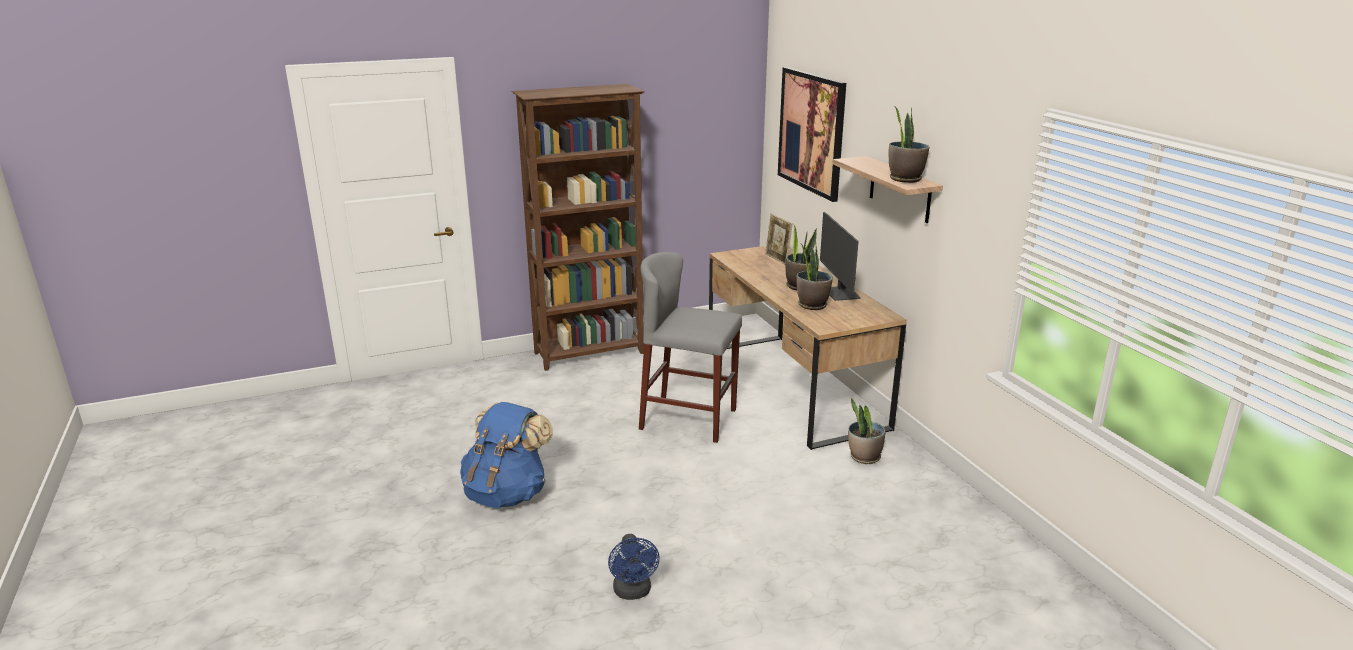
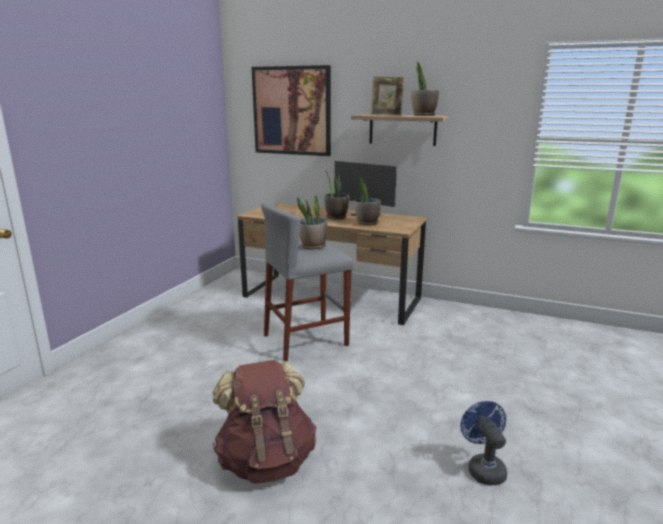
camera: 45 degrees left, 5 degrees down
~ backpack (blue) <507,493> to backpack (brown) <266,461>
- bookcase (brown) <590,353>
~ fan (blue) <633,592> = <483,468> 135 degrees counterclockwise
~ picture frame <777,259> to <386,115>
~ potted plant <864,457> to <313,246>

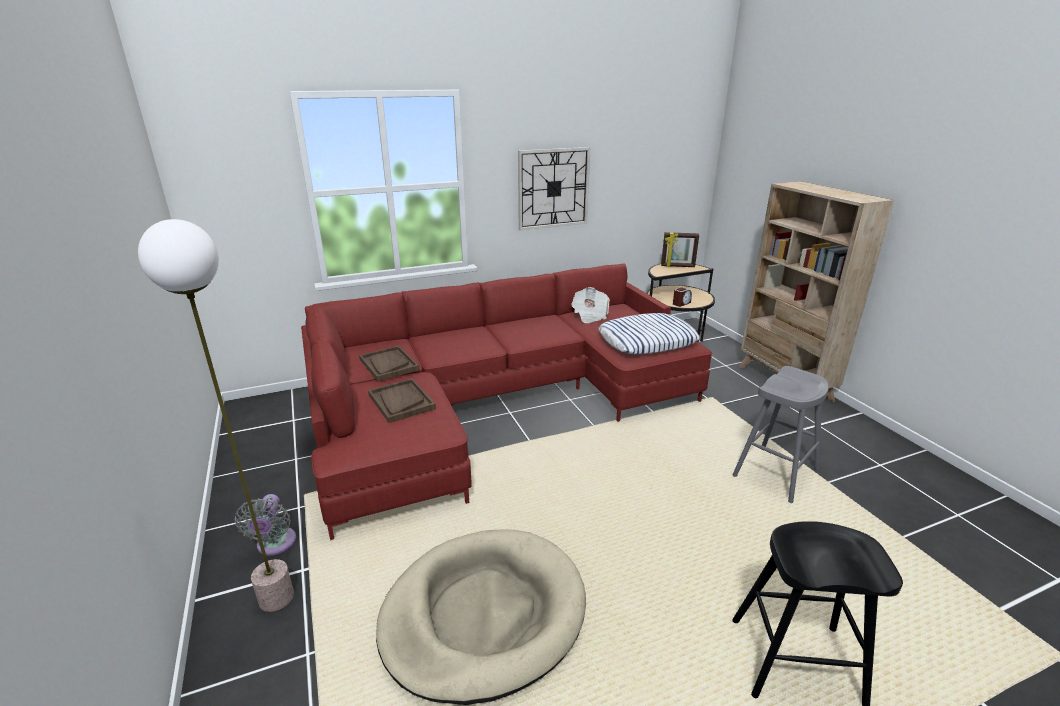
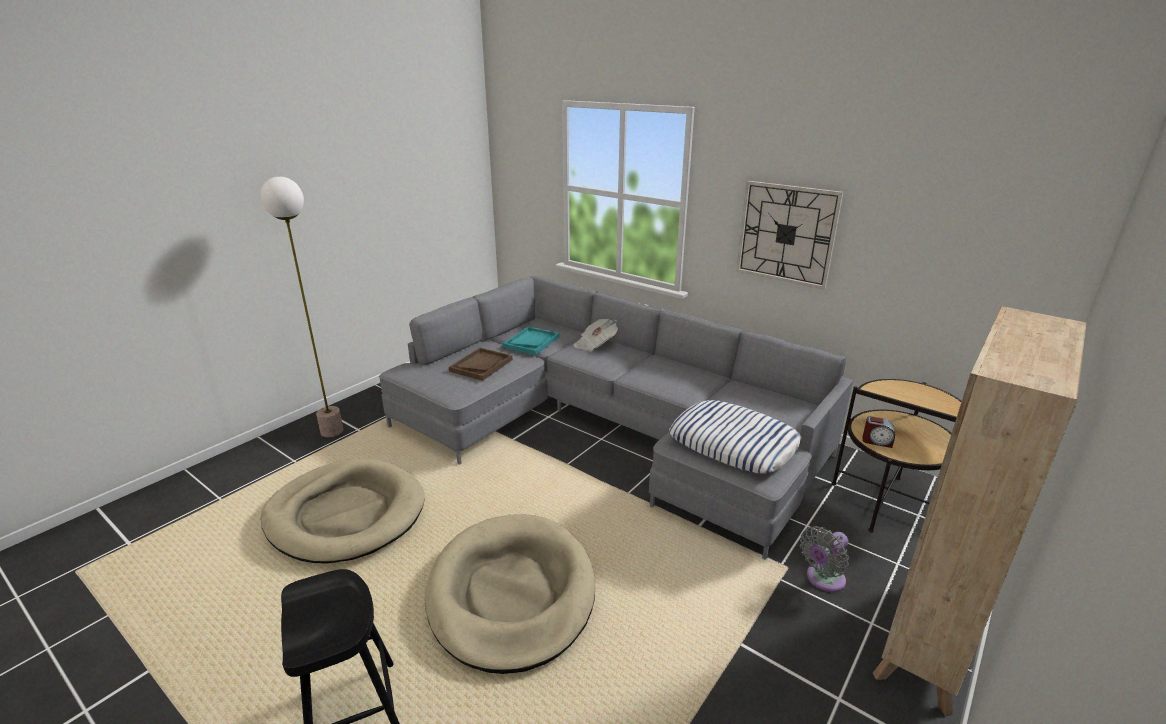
camera: 60 degrees right, 0 degrees up
~ fan (grey) <275,545> to <823,579>
~ sofa (red) <494,403> to sofa (grey) <608,426>
~ tray (brown) <388,364> to tray (turquoise) <531,342>
~ newspaper <590,315> to <595,345>
- picture frame <677,266>
- stool (grey) <776,472>
+ dog bed (beige) <512,594>

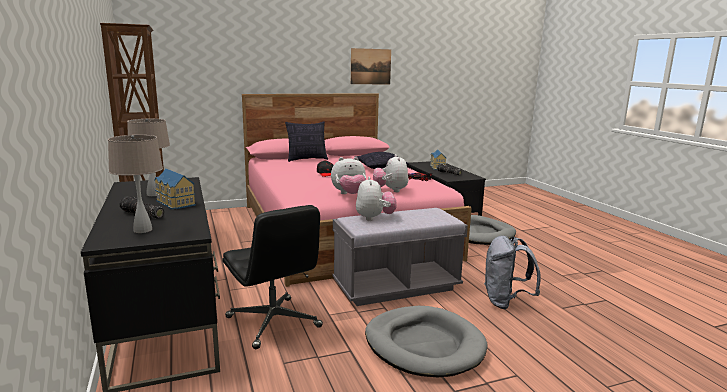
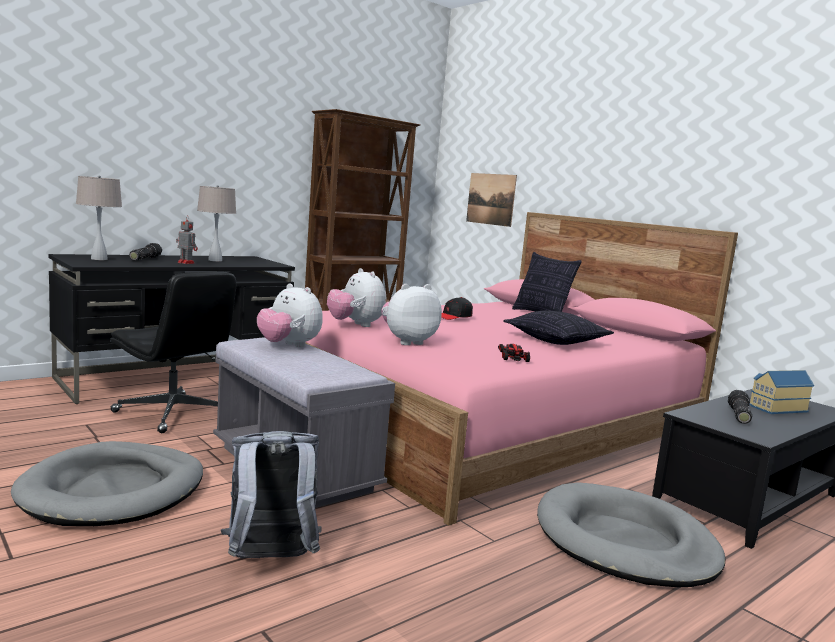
camera: 70 degrees right, 5 degrees down
~ toy house <174,203> to toy robot <185,262>
~ office chair (black) <274,323> = <173,414> 90 degrees counterclockwise
~ picture <370,66> to <491,199>
~ plush toy <374,218> = <288,346> 60 degrees clockwise

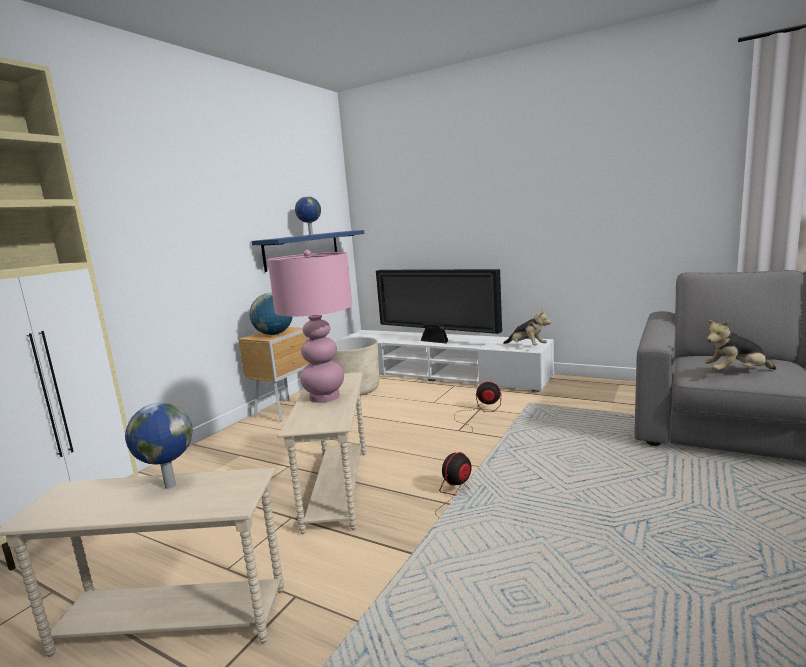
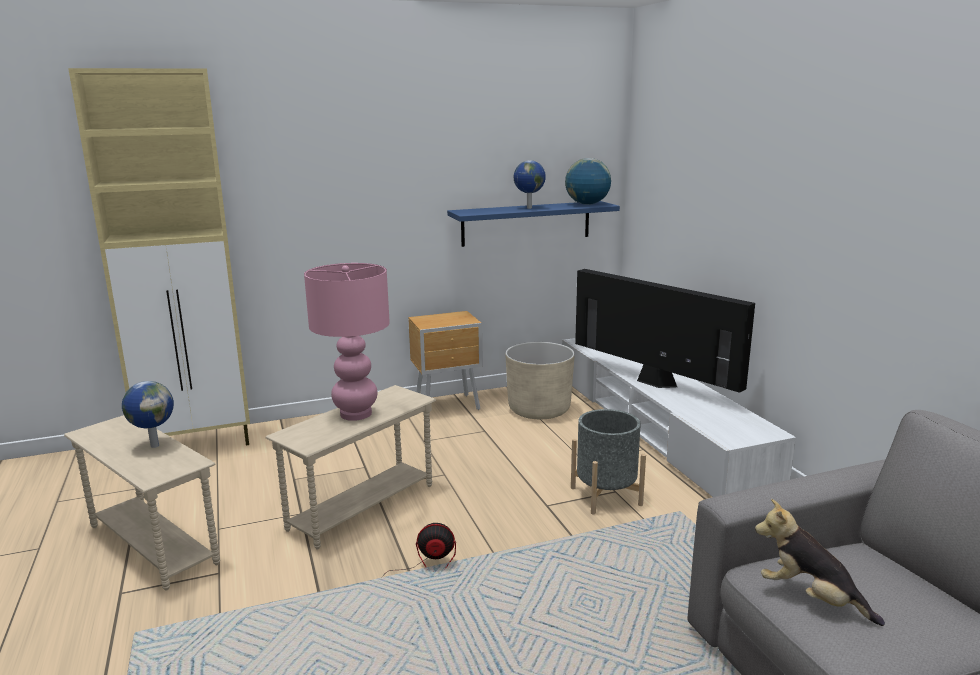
camera: 40 degrees right, 5 degrees up
~ globe <274,334> to <587,204>
~ television <437,341> = <653,382> 150 degrees clockwise
~ fan <480,412> to planter (grey) <606,496>
- plush toy <526,347>

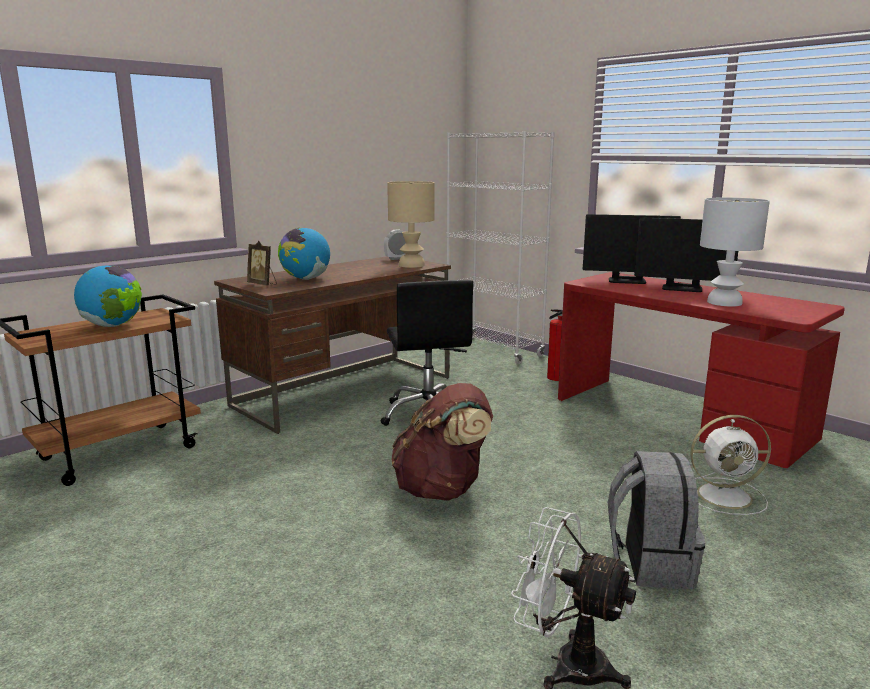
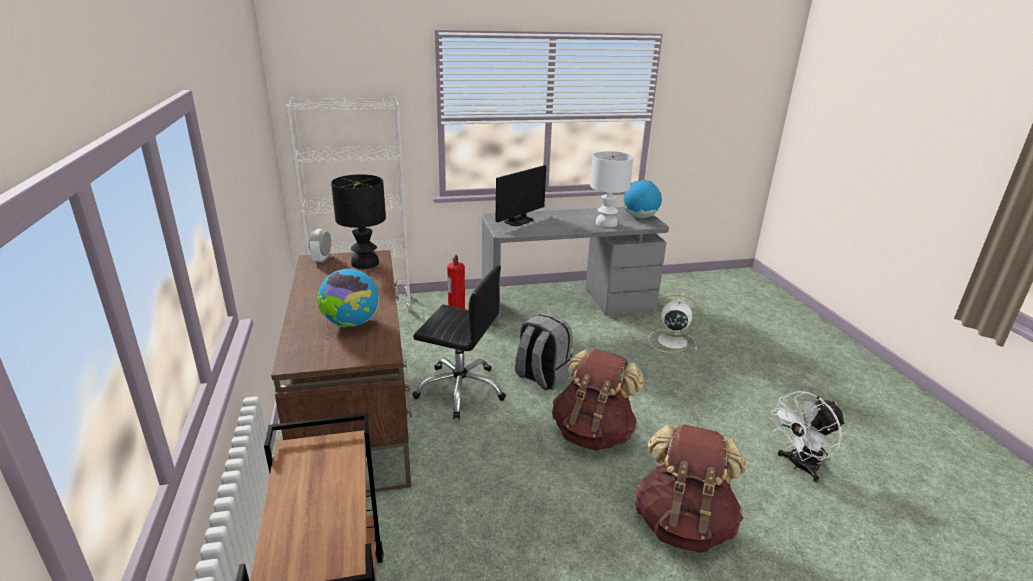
camera: 60 degrees left, 10 degrees up
~ globe <112,326> to <640,217>
- picture frame <263,284>
~ table lamp (beige) <411,265> to table lamp (black) <364,263>
~ desk (red) <679,418> to desk (grey) <567,304>
~ backpack (grey) <649,564> to <541,377>
- monitor <682,288>
~ fan (white) <726,496> = <670,341> 105 degrees counterclockwise
+ backpack (brown) <683,524>

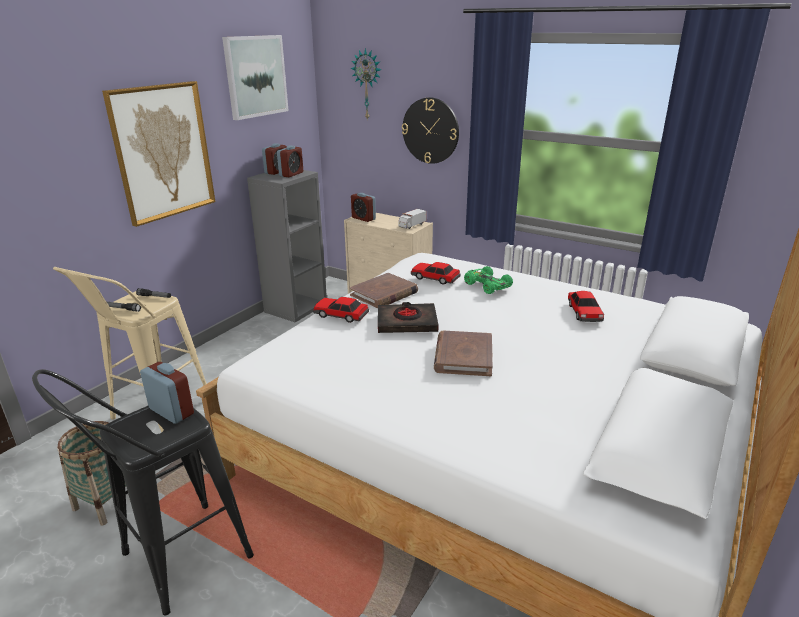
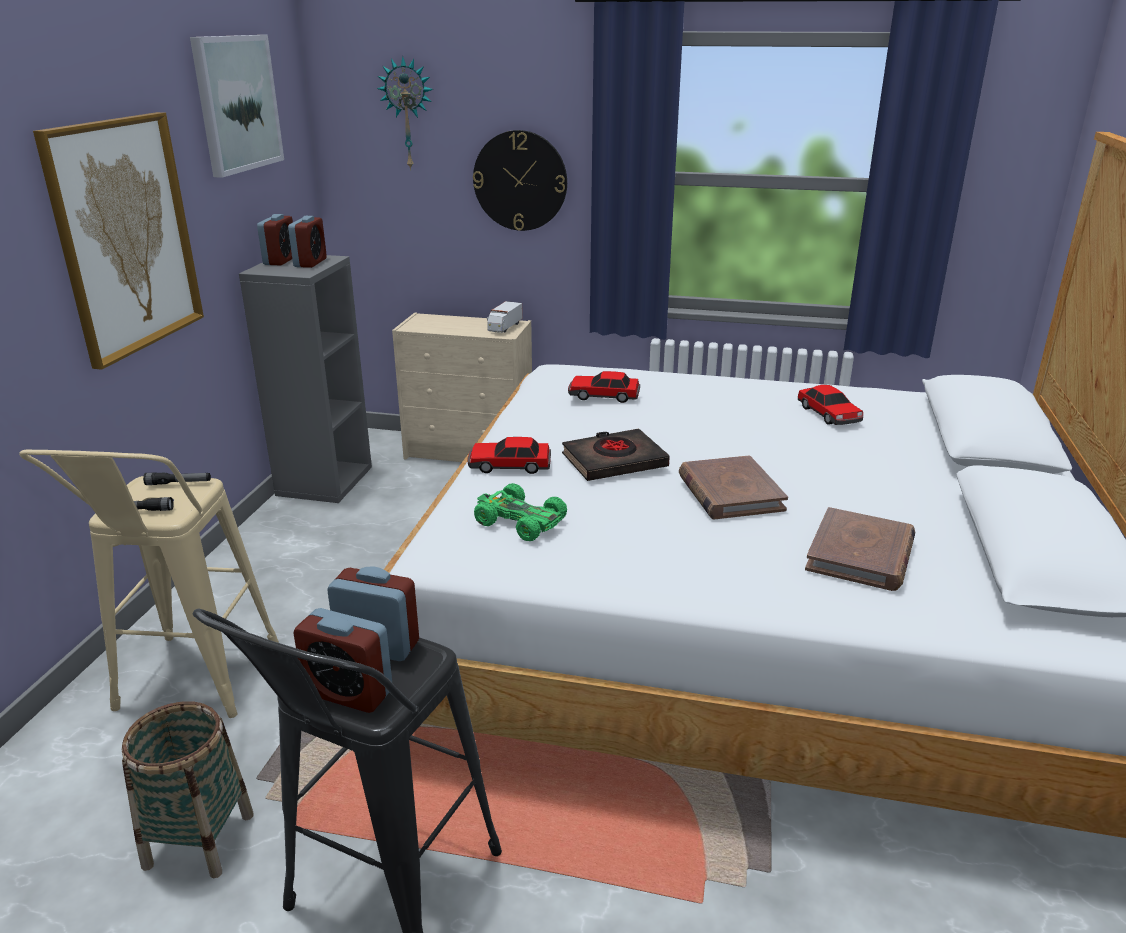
camera: 20 degrees left, 0 degrees up
~ book (brown) <384,294> to <860,554>
~ alarm clock <363,218> to <348,692>
~ toy car (green) <486,285> to <519,521>

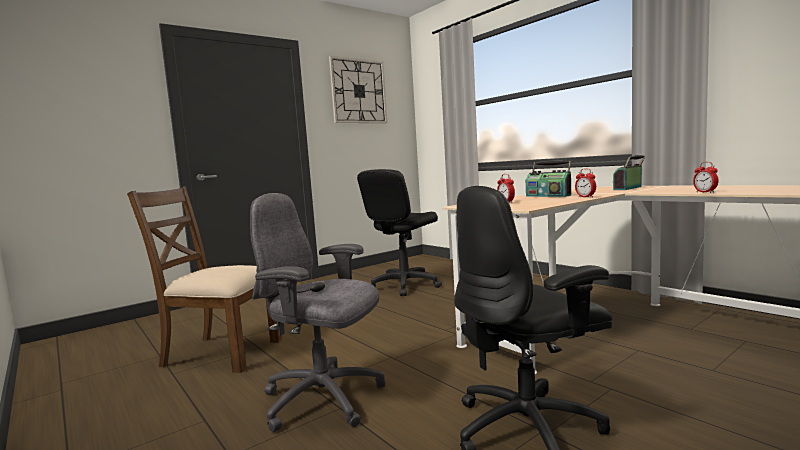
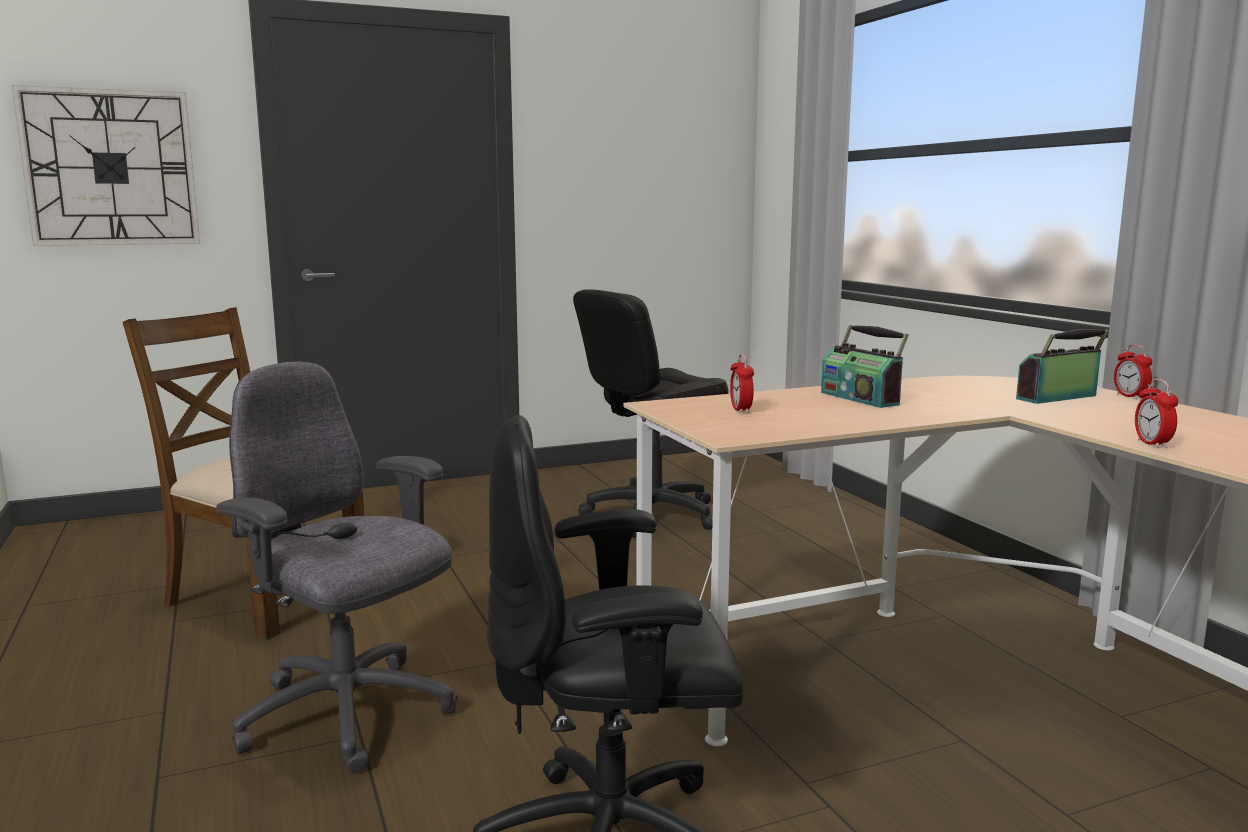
camera: 15 degrees right, 5 degrees up
~ wall clock <358,91> to <111,168>
~ alarm clock <585,197> to <1130,396>

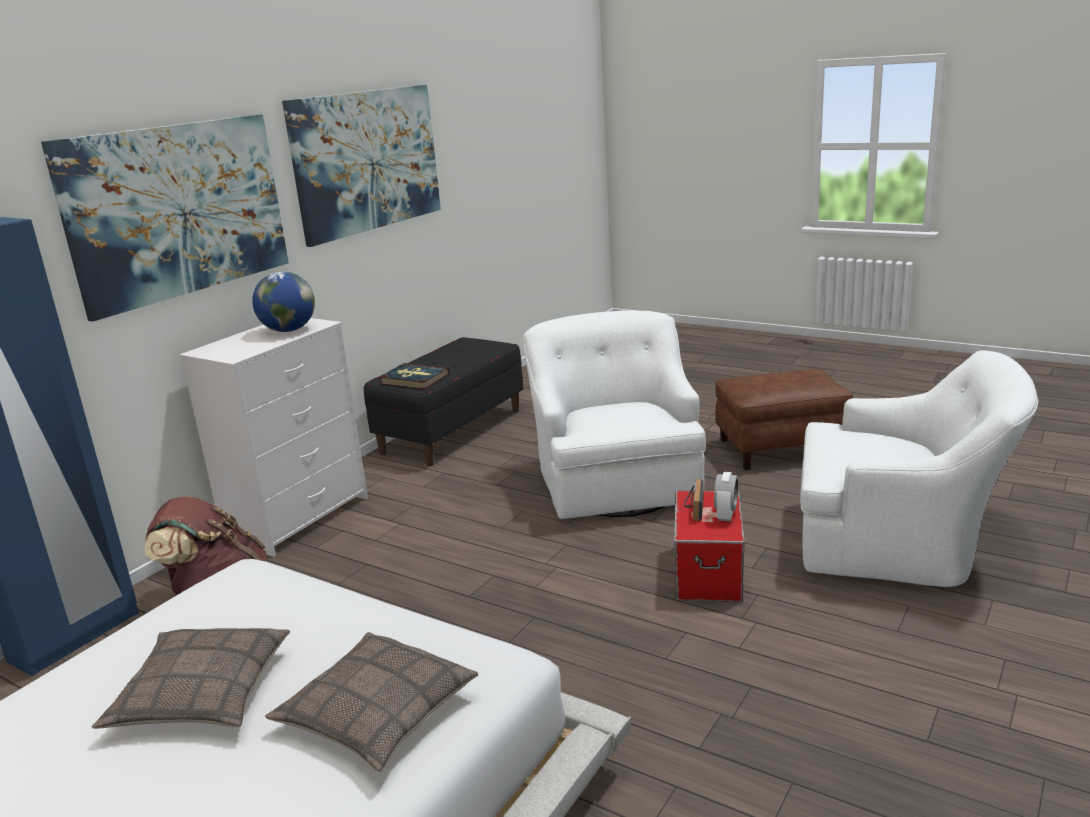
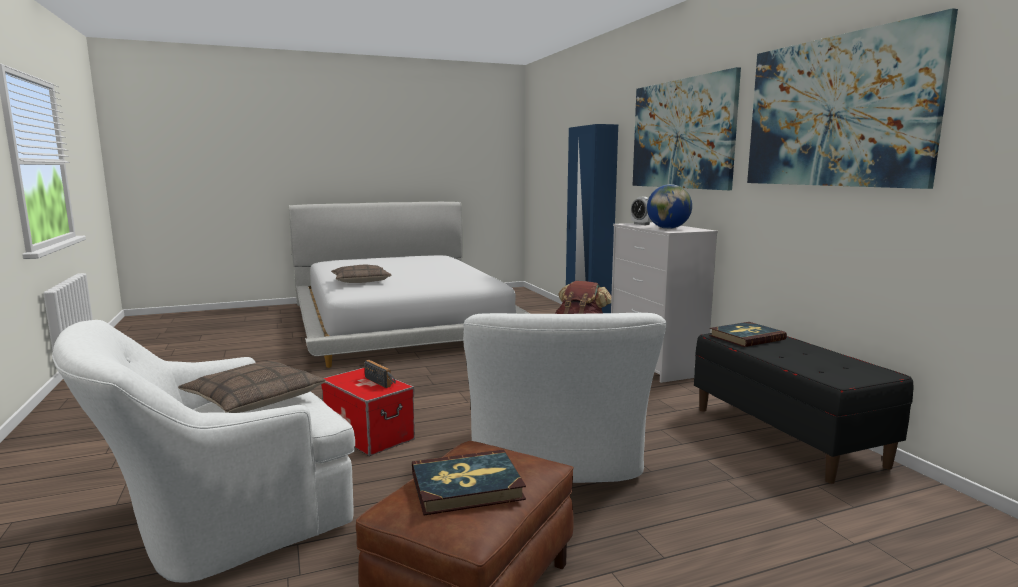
camera: 125 degrees right, 10 degrees down
~ pillow <202,694> to <254,399>
~ armchair (white) <616,481> = <555,461> 60 degrees clockwise
~ alarm clock <726,515> to <641,224>
+ book <466,486>

